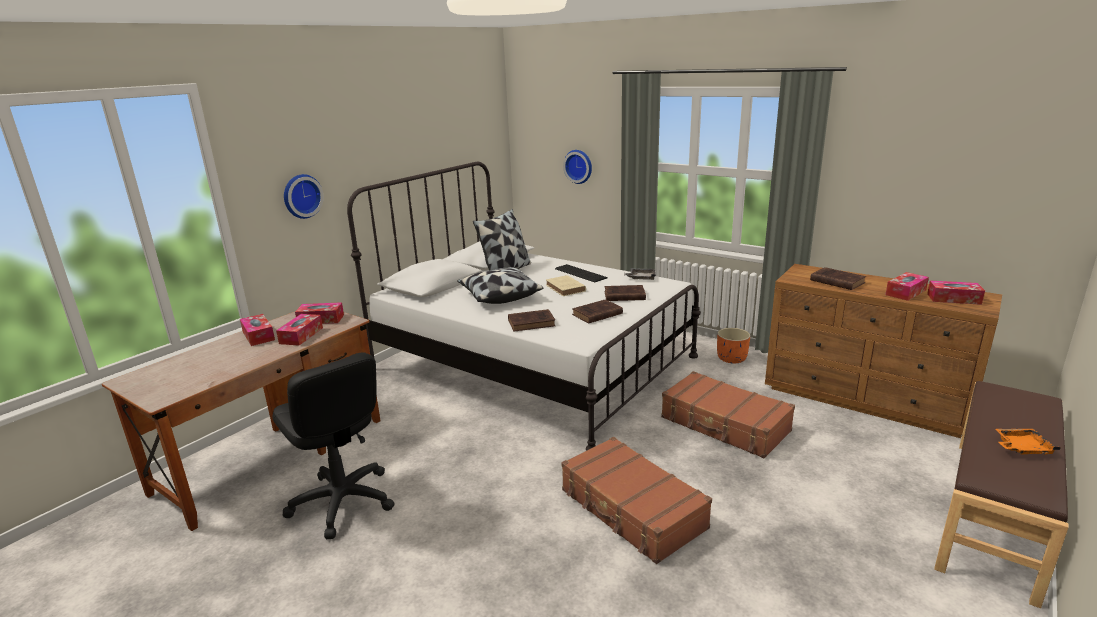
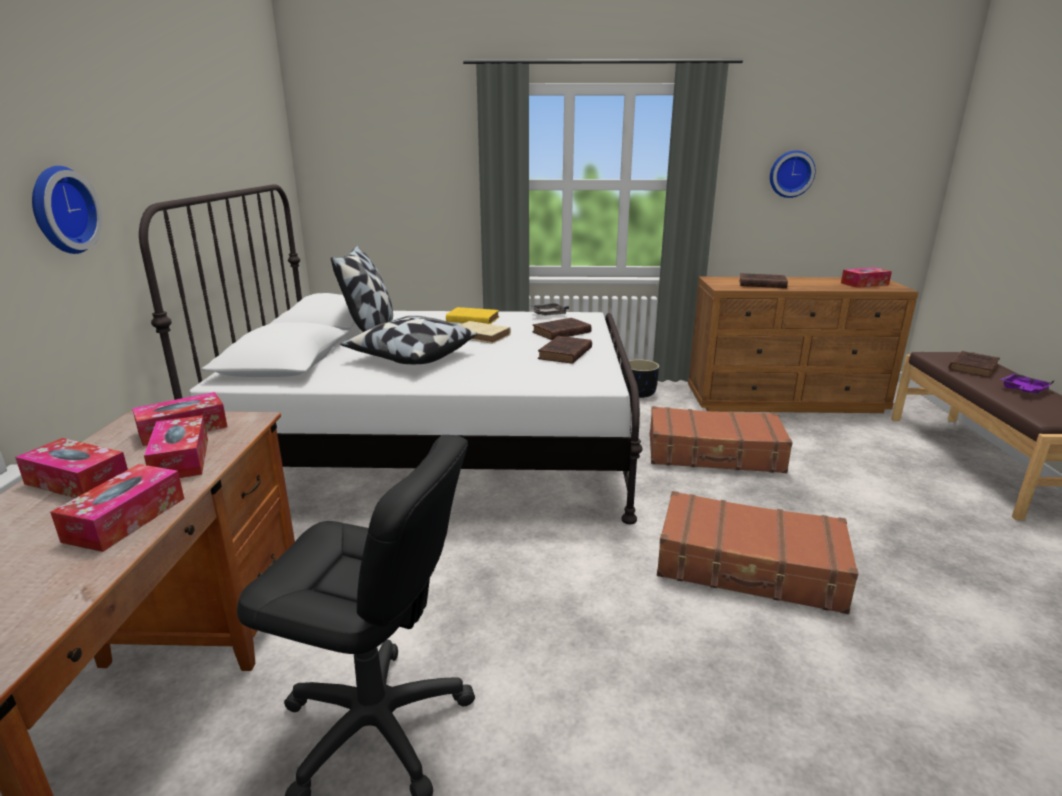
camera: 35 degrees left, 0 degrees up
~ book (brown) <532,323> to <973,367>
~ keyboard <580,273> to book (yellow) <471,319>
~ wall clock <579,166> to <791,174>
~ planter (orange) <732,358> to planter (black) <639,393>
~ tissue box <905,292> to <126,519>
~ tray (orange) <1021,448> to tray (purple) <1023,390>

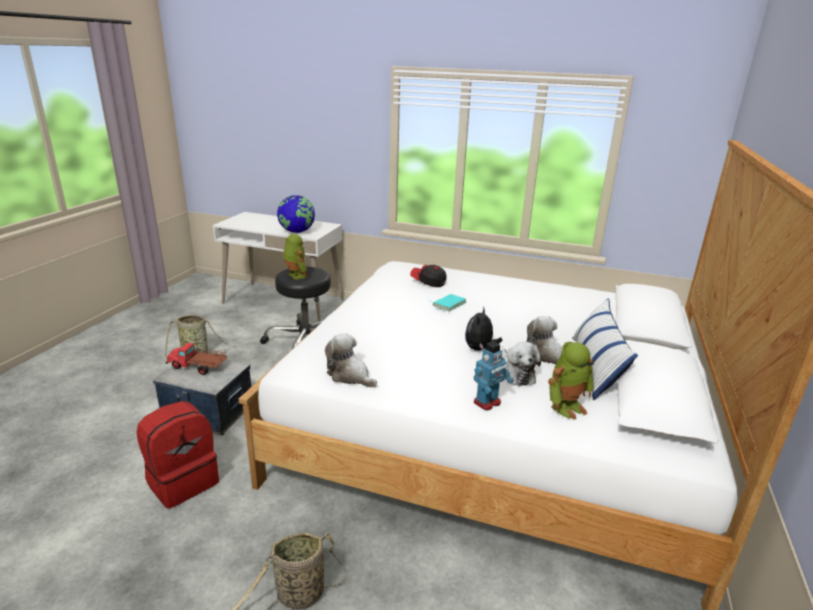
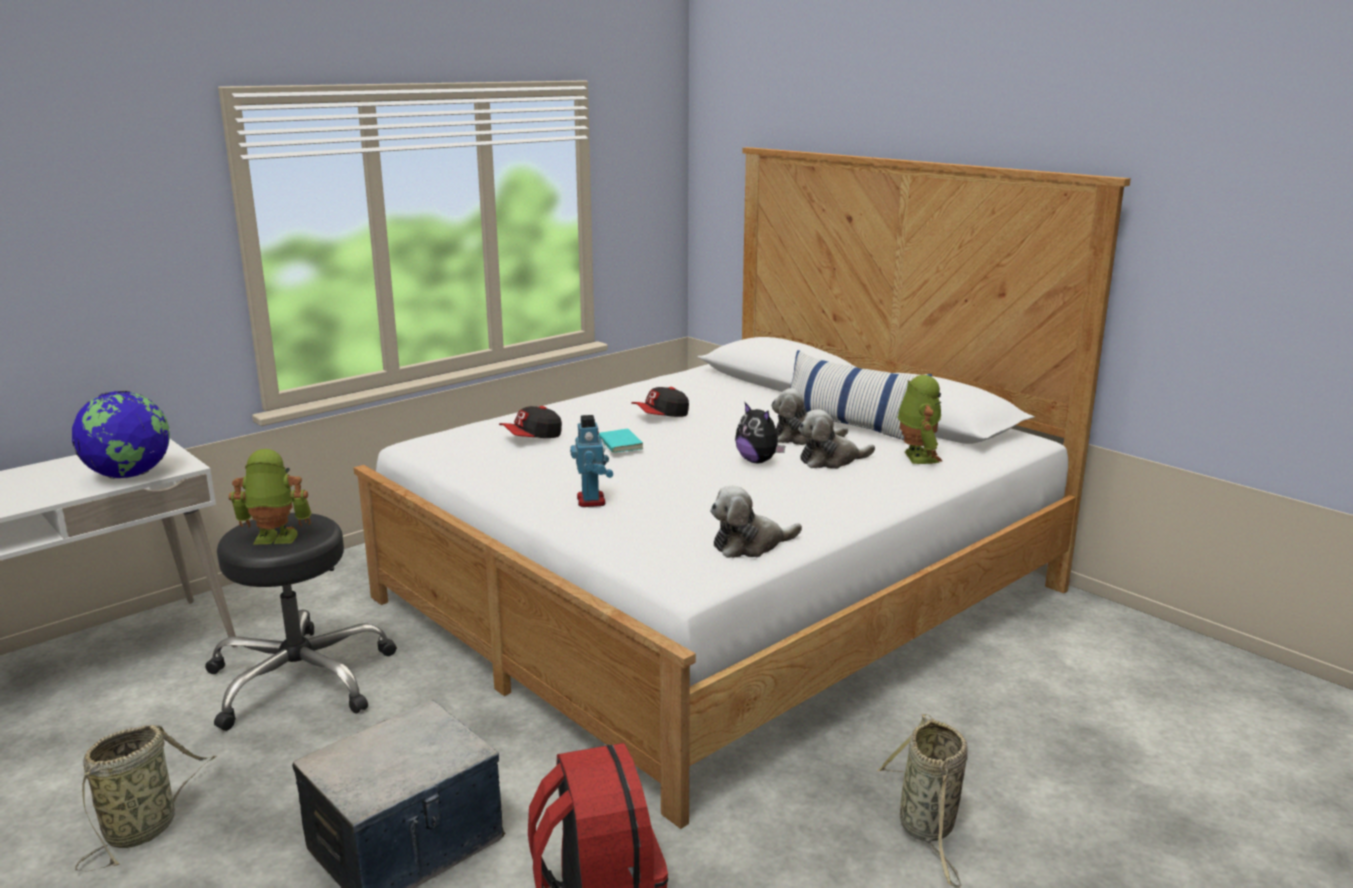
camera: 60 degrees left, 5 degrees down
- toy truck <198,367>
~ toy robot <487,403> to <592,500>
~ plush toy <515,373> = <831,460> 150 degrees clockwise
+ cap <661,416>

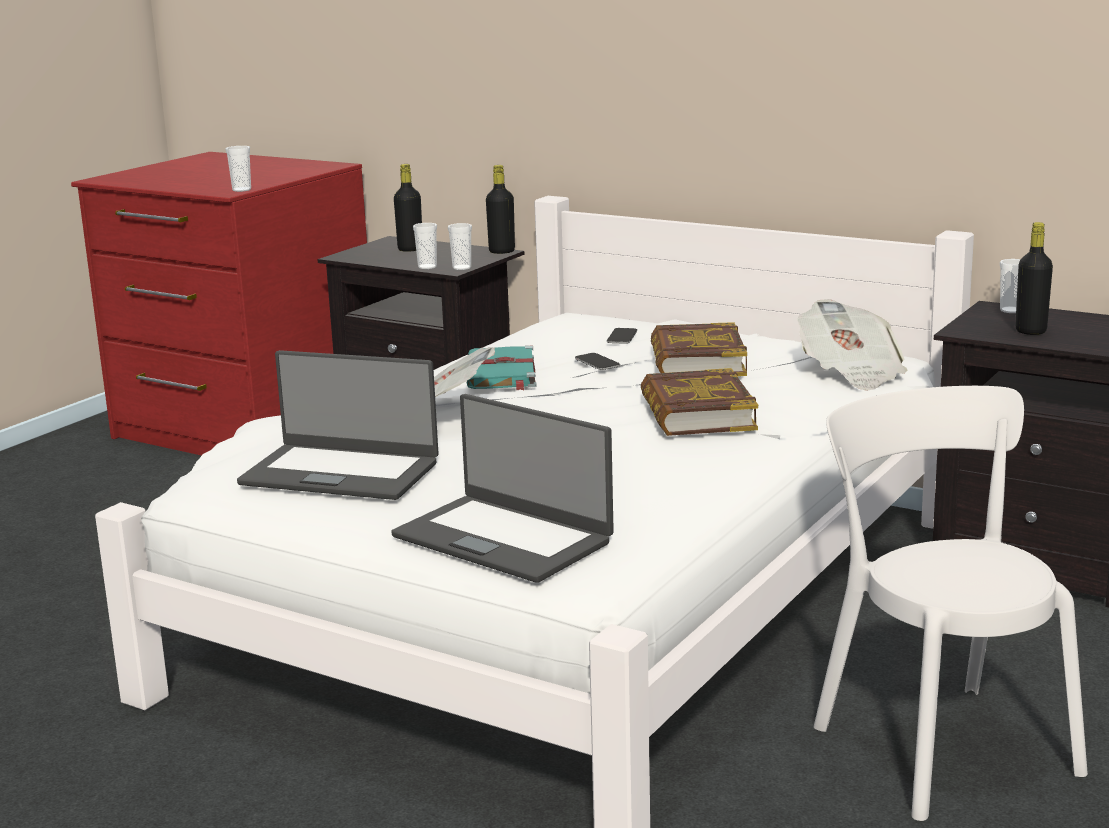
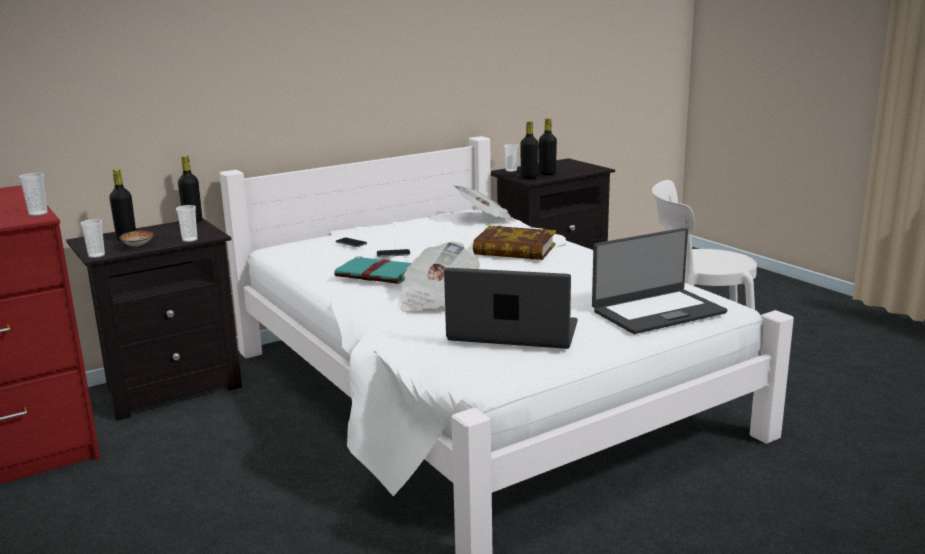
camera: 65 degrees left, 0 degrees up
~ laptop <341,472> = <512,333> 120 degrees counterclockwise
~ cup <462,268> to <96,256>
- book <697,361>
+ bowl <138,246>
+ bottle (black) <529,177>

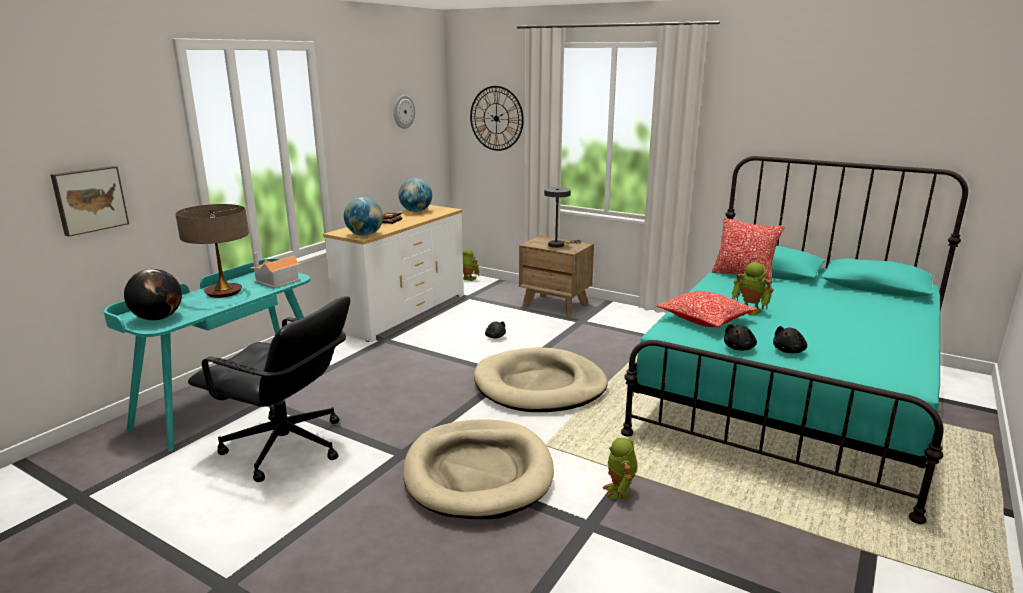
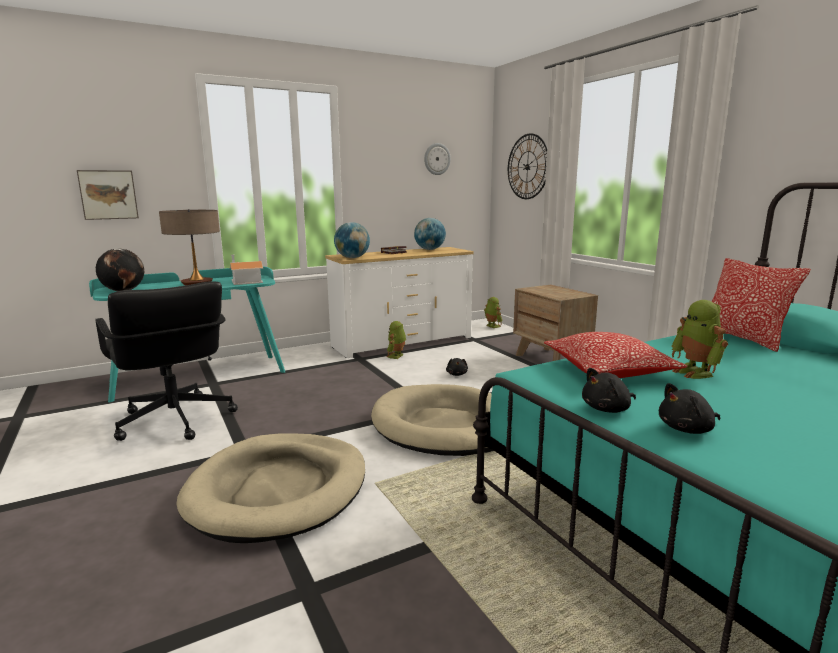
camera: 30 degrees right, 5 degrees down
- table lamp (grey) <558,245>
~ toy robot <620,491> to <396,356>

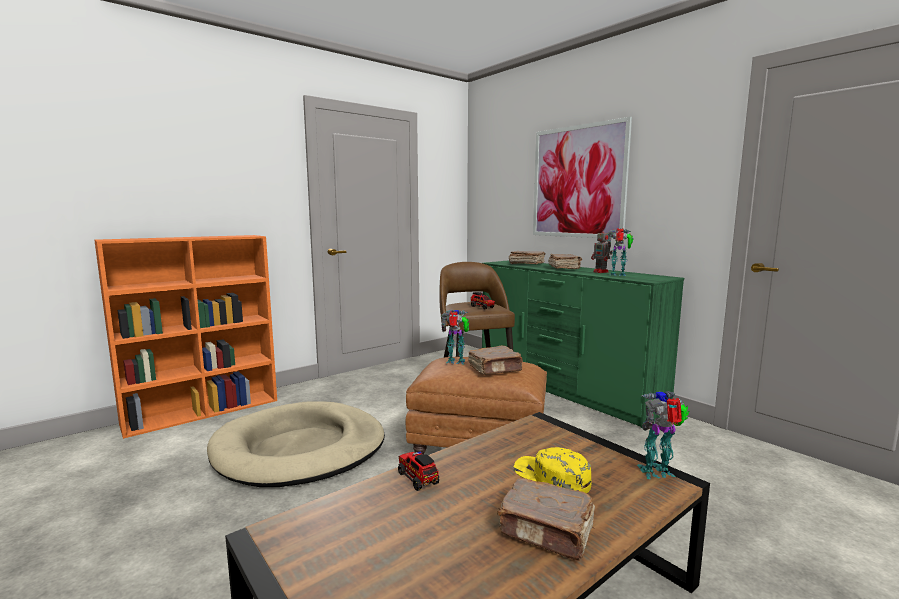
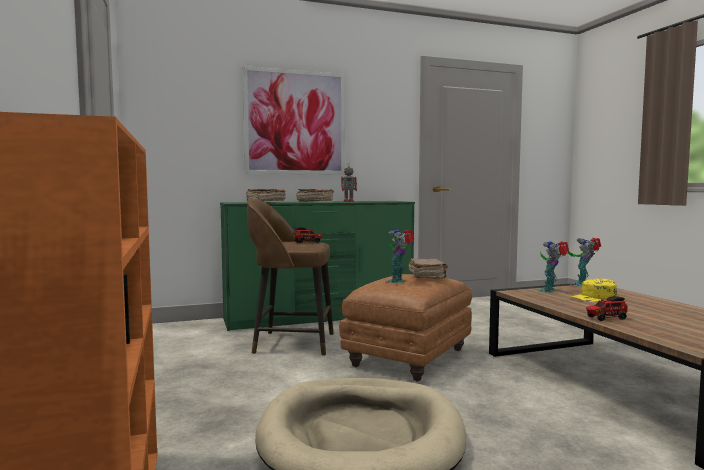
camera: 70 degrees left, 5 degrees down
- book (brown) <547,532>
~ toy robot <618,275> to <550,291>

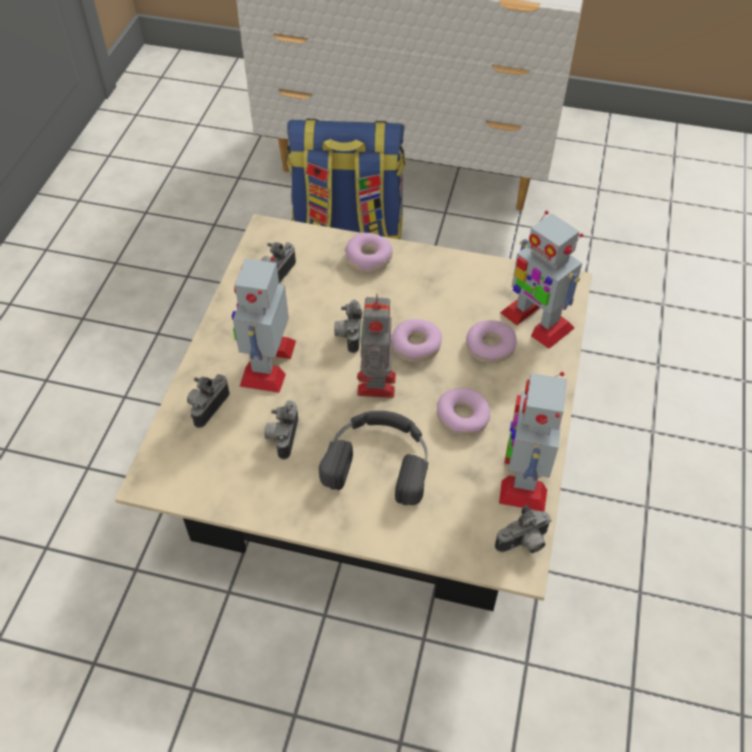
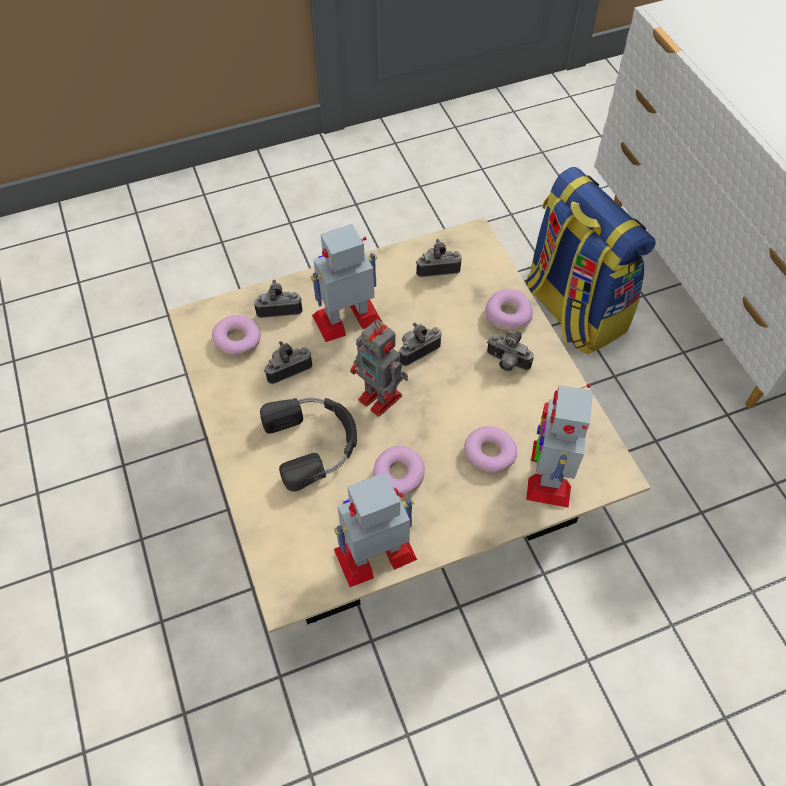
camera: 55 degrees right, 5 degrees up
~ toy robot <376,386> = <382,399> 105 degrees counterclockwise
~ donut <416,346> to <237,341>
~ photo camera <524,543> to <506,363>

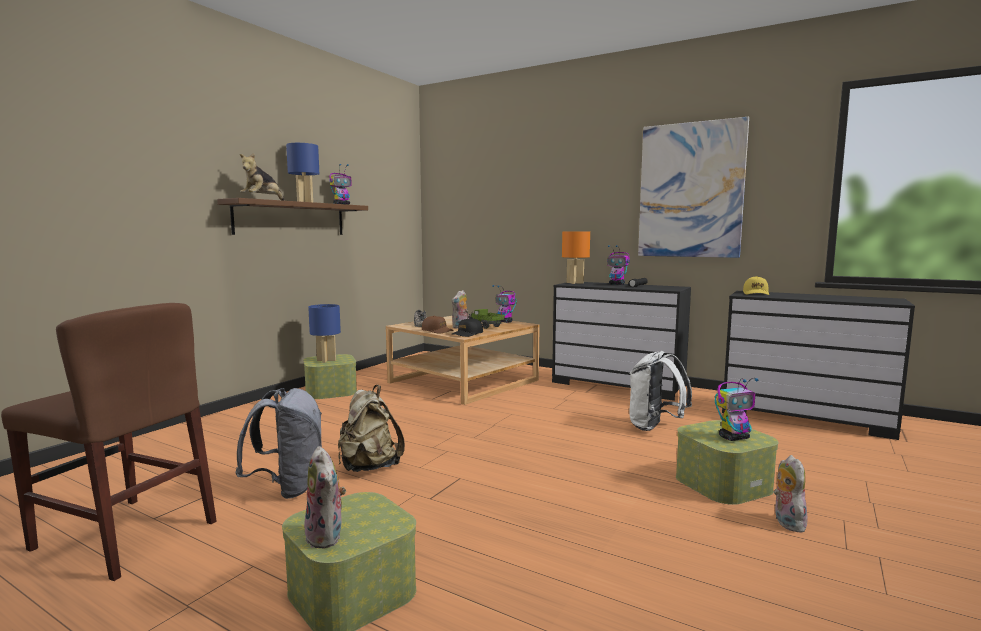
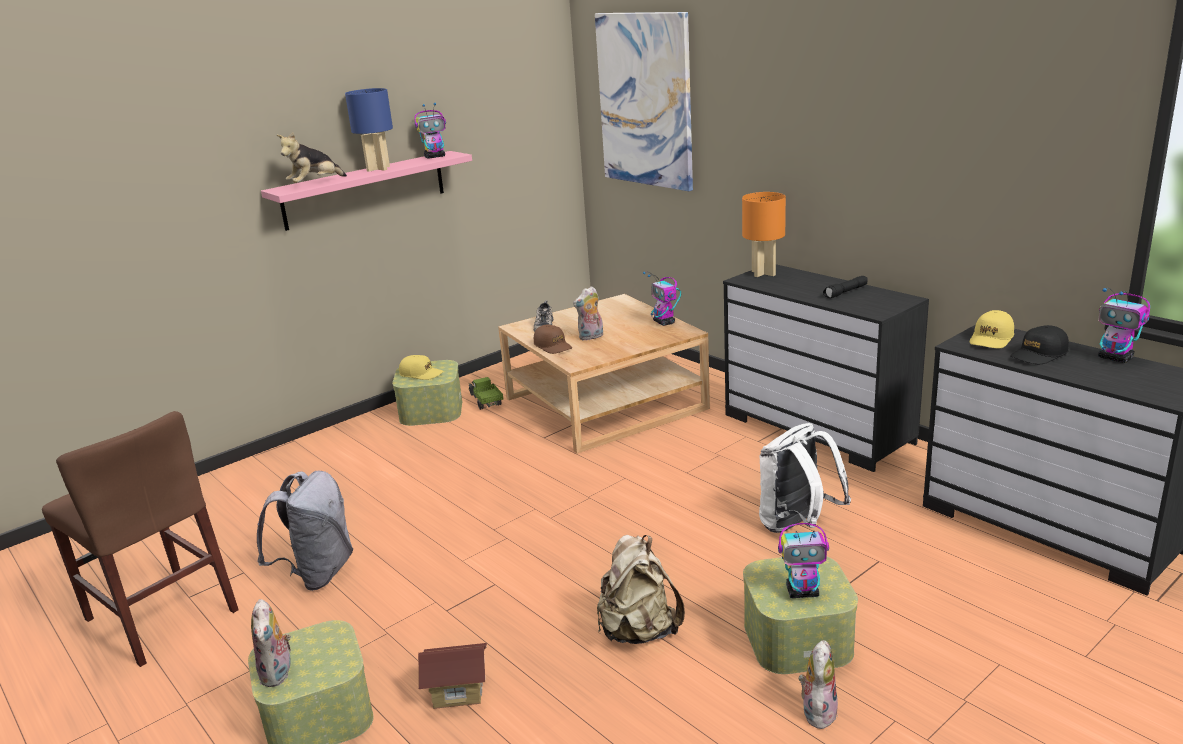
camera: 20 degrees right, 15 degrees up
~ shelf (brown) <291,219> to shelf (pink) <365,190>
~ table lamp (blue) <326,360> to cap (yellow) <421,374>
~ backpack (beige) <369,467> to <638,631>
~ cap (black) <467,334> to <1039,354>
~ toy truck <484,326> to <485,402>
~ toy robot <617,284> to <1116,358>
~ picture <690,190> to <645,100>
+ toy house <457,692>

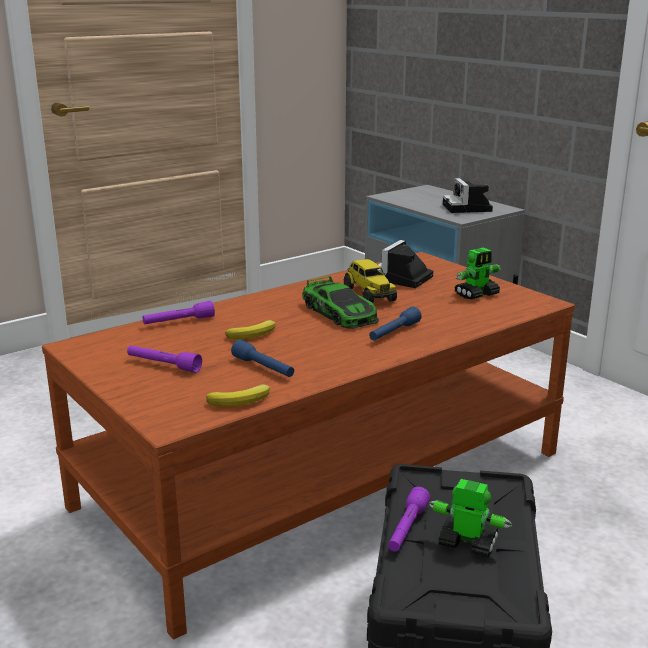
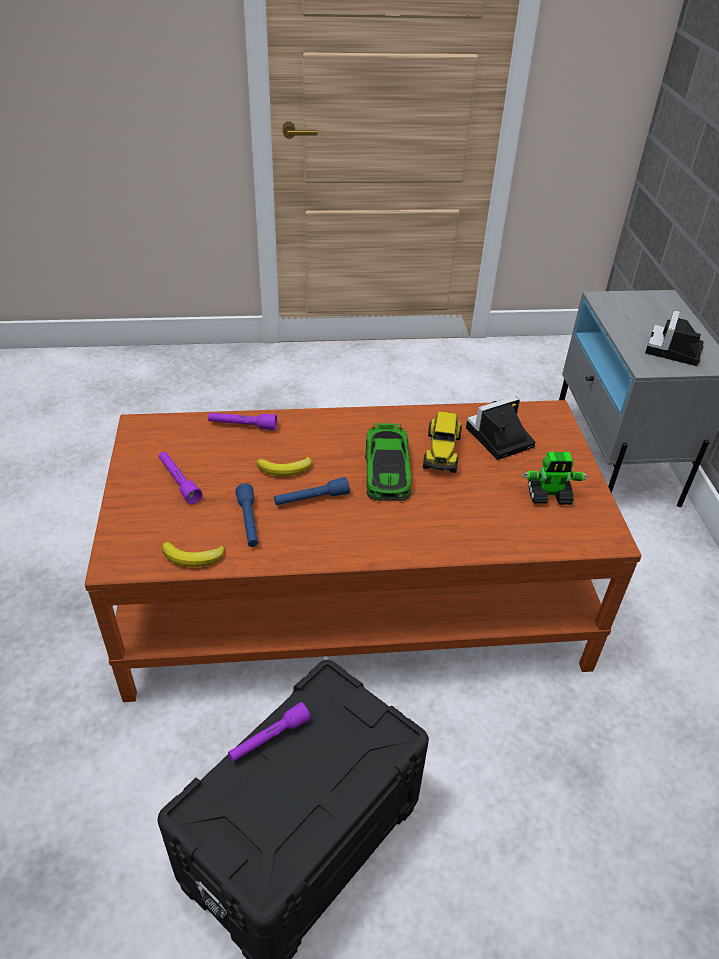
camera: 30 degrees right, 20 degrees up
~ flashlight (blue) <394,333> to <311,499>
- toy robot <467,543>

